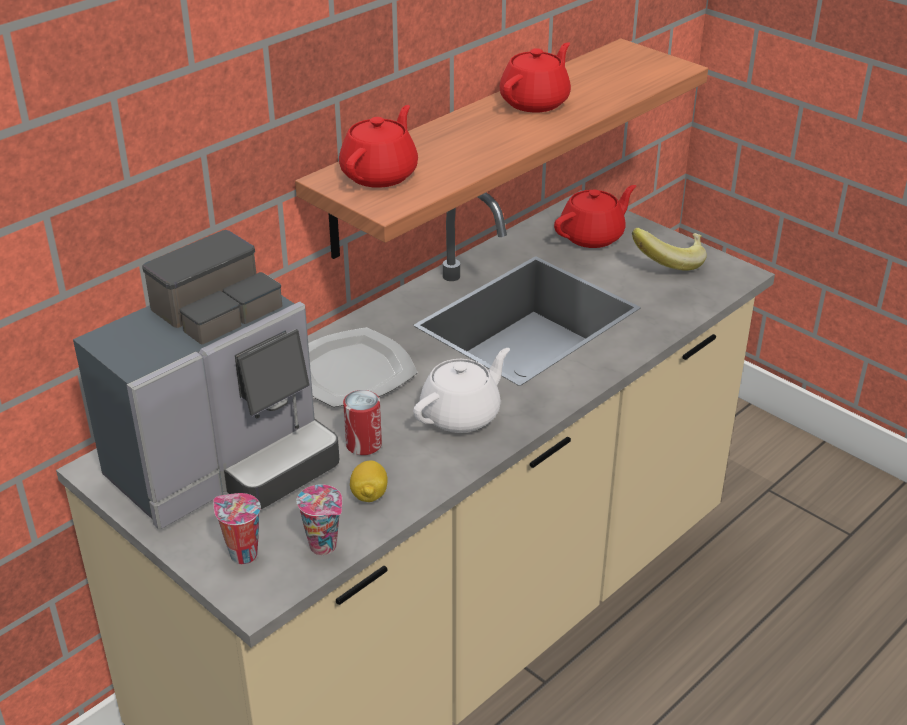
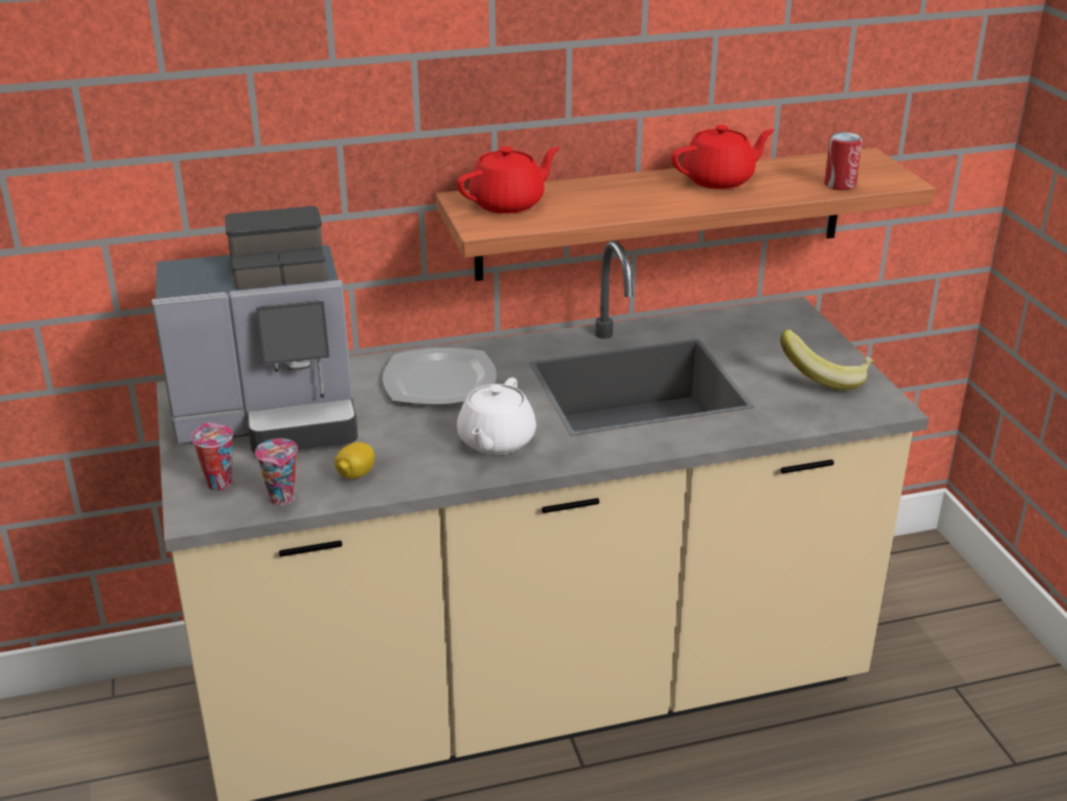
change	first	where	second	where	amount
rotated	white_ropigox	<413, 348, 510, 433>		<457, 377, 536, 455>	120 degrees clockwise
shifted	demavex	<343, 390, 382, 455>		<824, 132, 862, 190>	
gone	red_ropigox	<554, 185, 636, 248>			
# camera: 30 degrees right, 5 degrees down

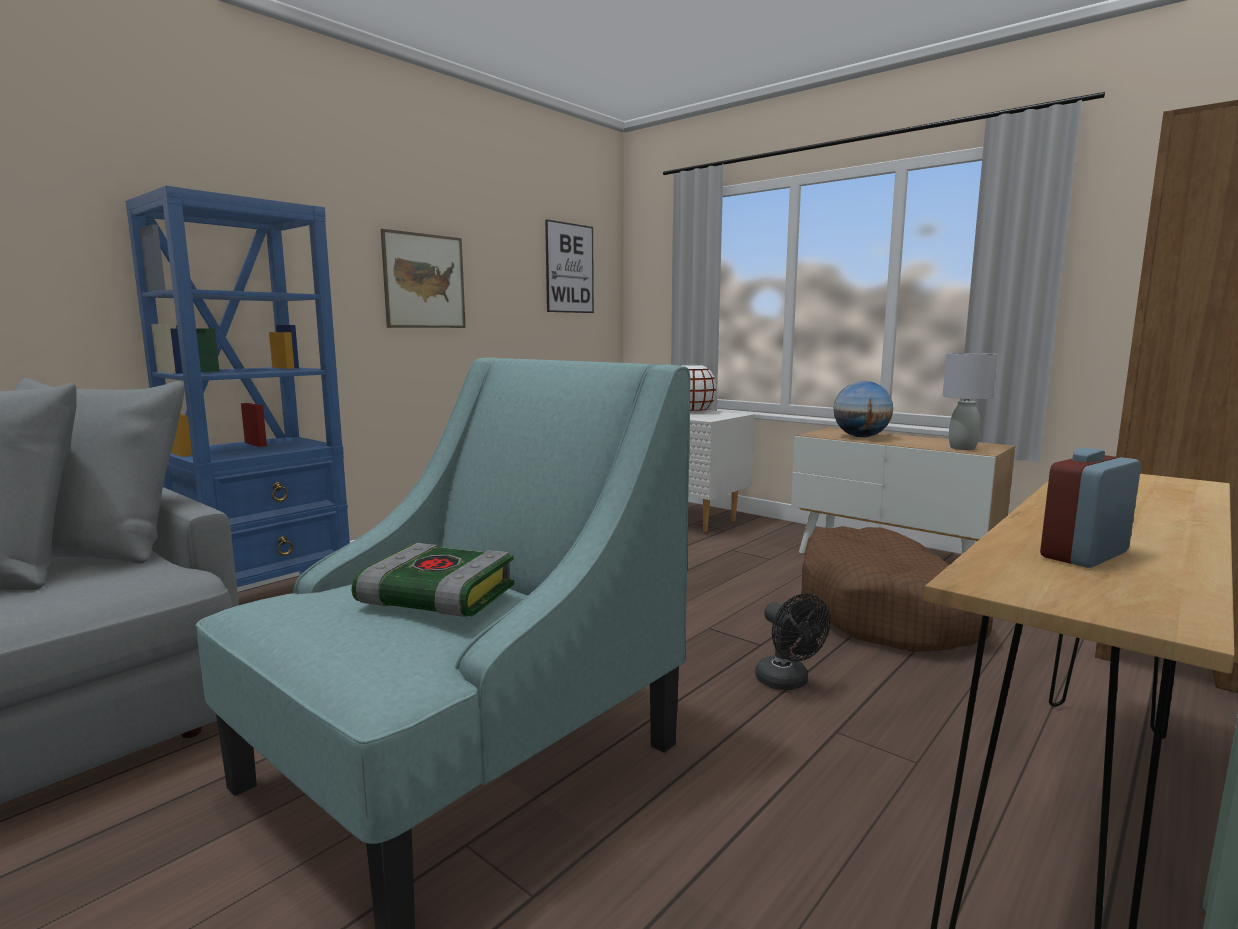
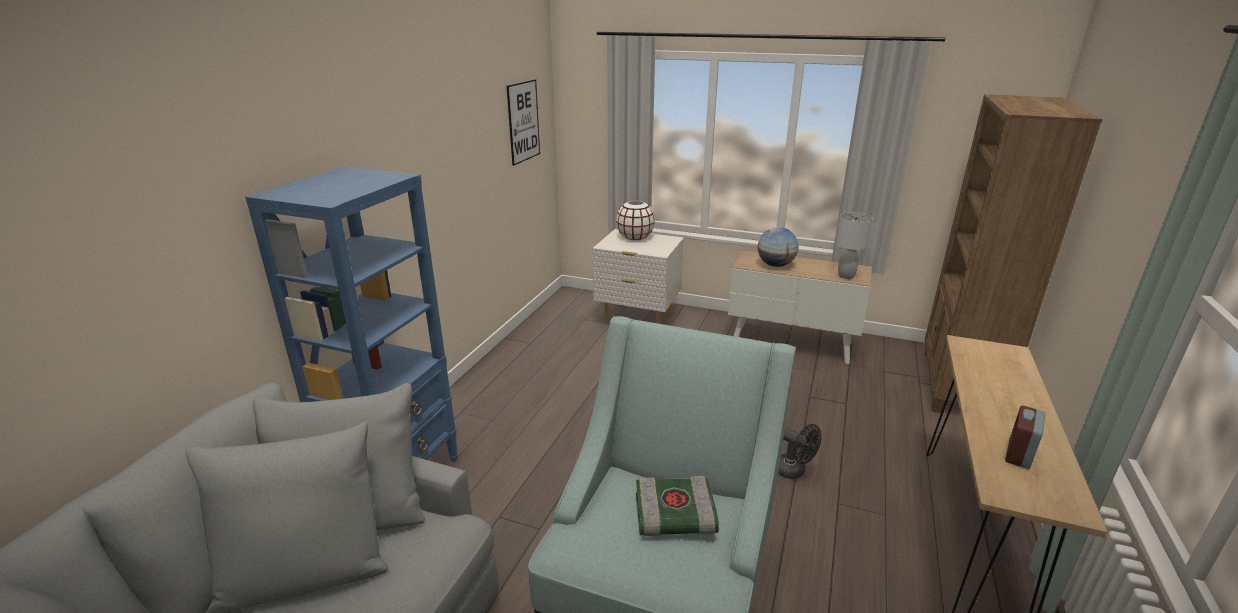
change	first	where	second	where	amount
gone	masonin	<381, 229, 466, 328>			
gone	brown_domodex	<801, 526, 993, 652>			
# camera: 20 degrees left, 15 degrees up

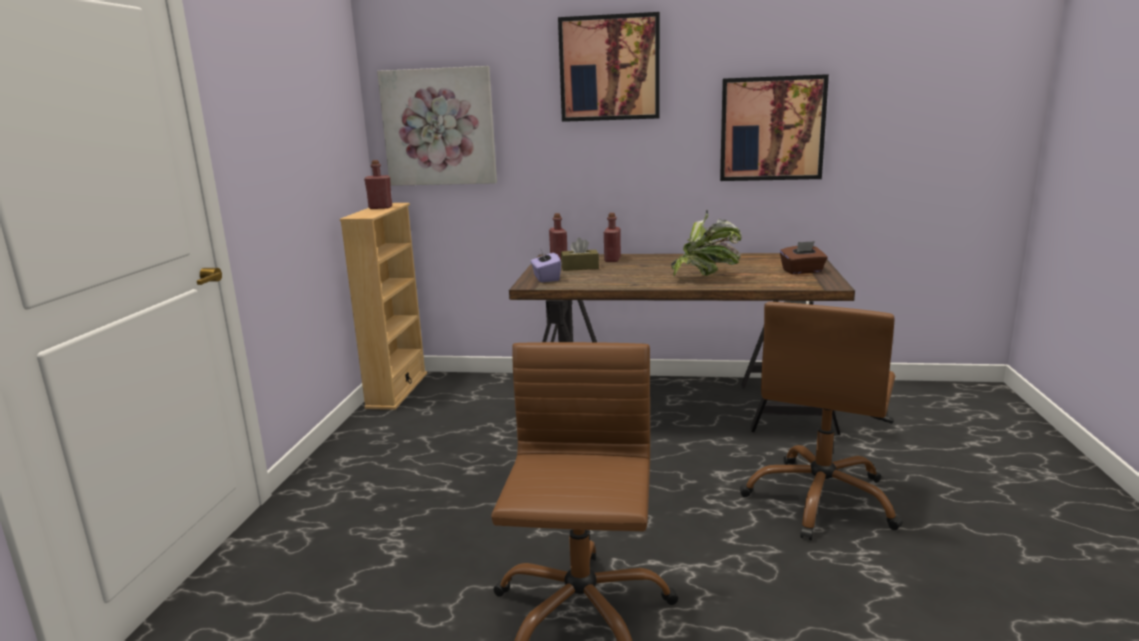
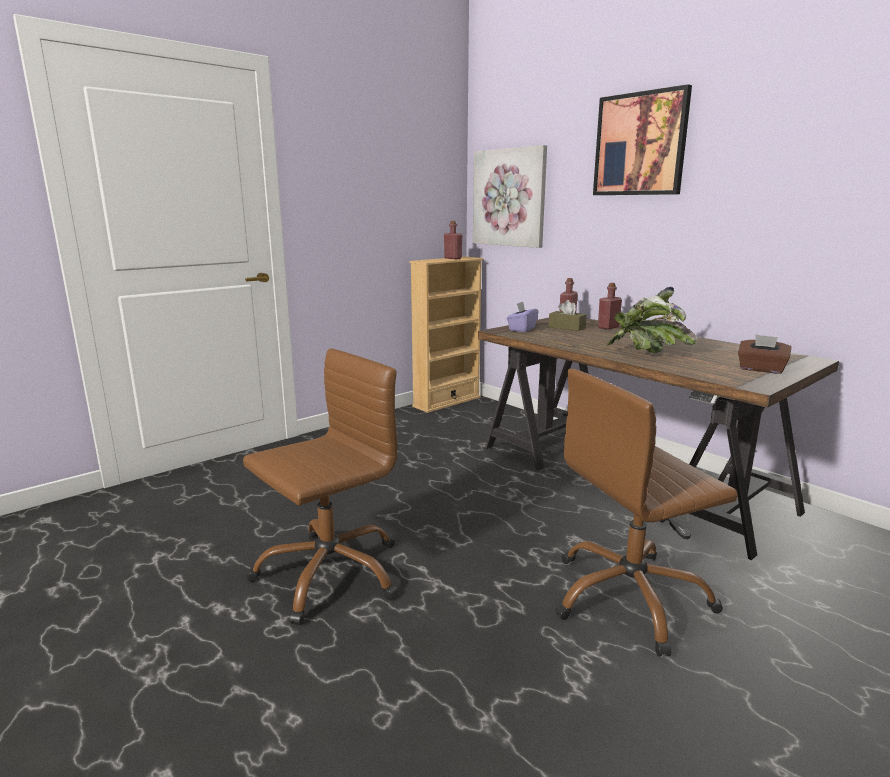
change	first	where	second	where	amount
gone	masonin	<720, 74, 829, 181>			
# camera: 40 degrees right, 0 degrees up

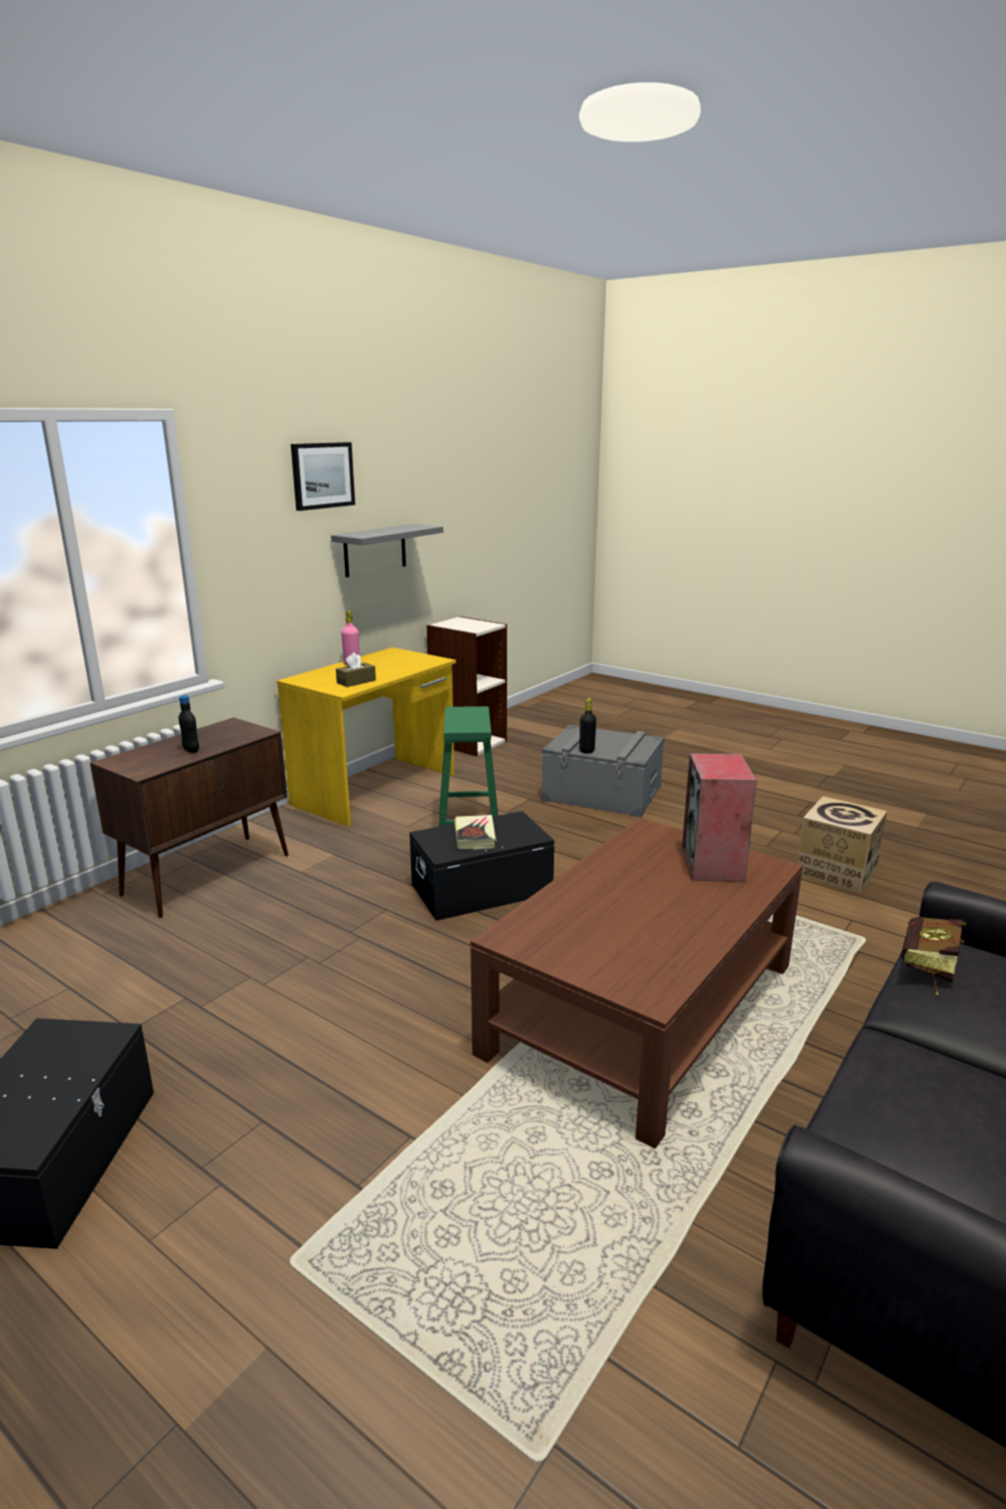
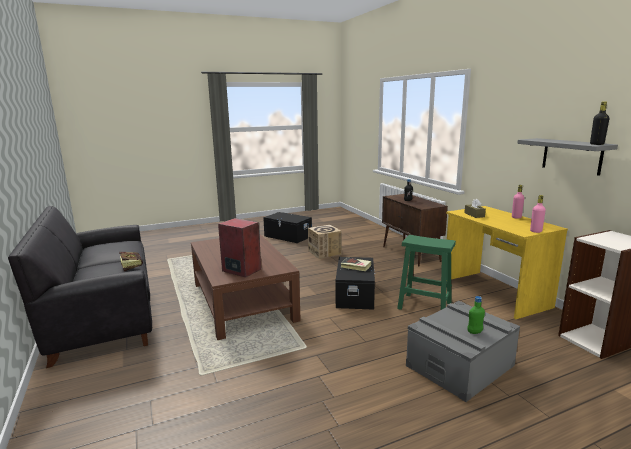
change	first	where	second	where	amount
shifted	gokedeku	<798, 796, 887, 893>		<308, 225, 341, 259>	
new			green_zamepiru	<467, 296, 485, 334>	
new			pink_zamepiru	<530, 195, 546, 233>	
shifted	black_zamepiru	<579, 699, 596, 753>		<590, 101, 610, 145>	
gone	masonin	<291, 442, 355, 511>			
# camera: 120 degrees right, 5 degrees down

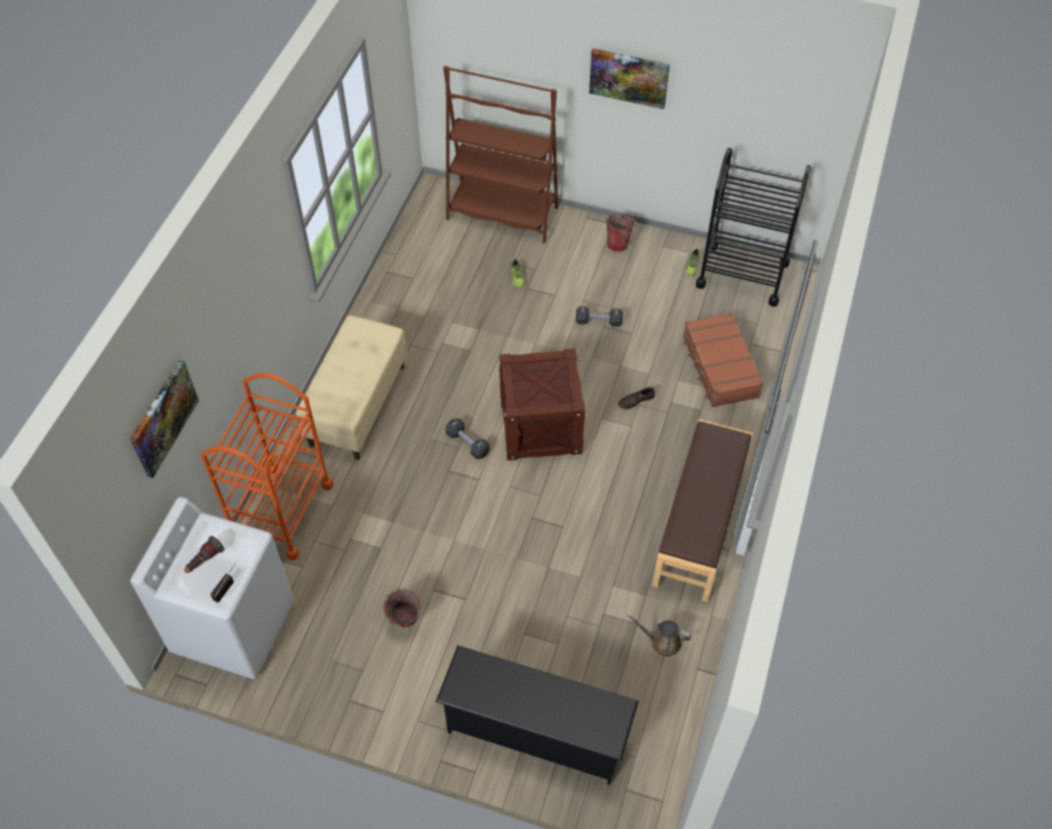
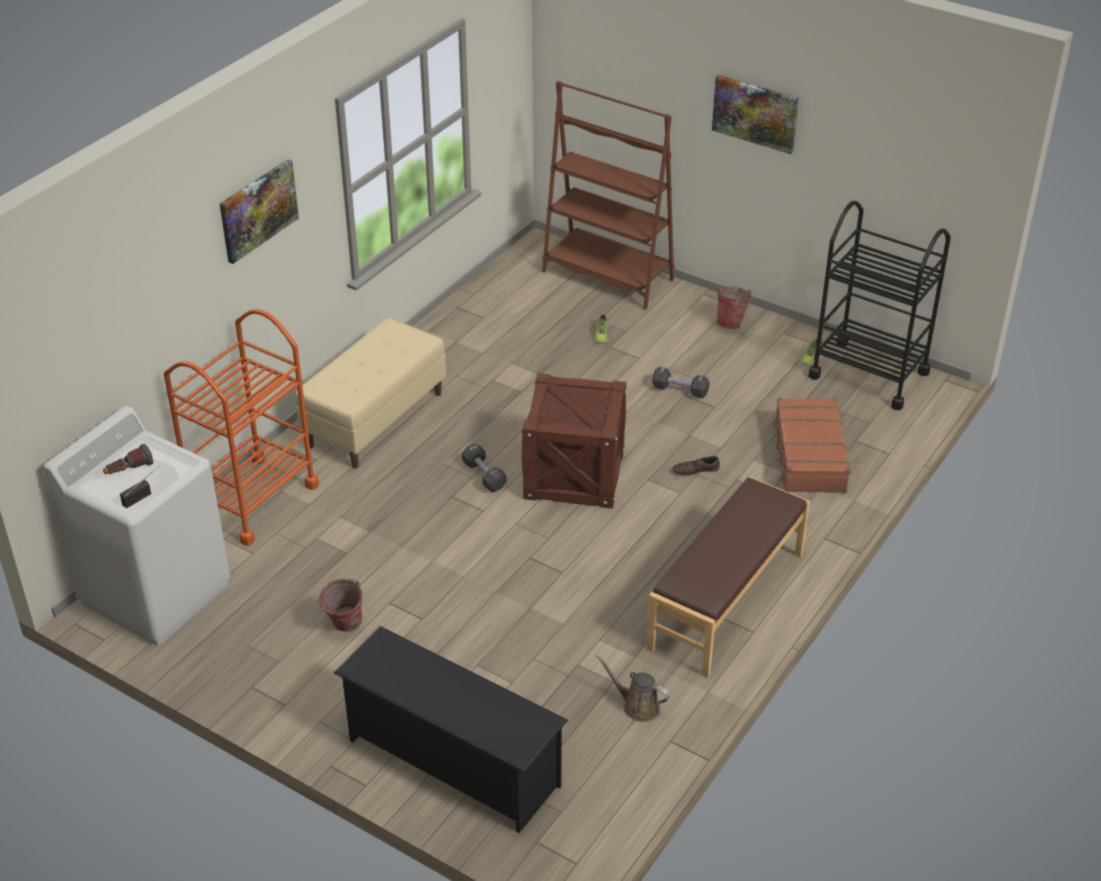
change	first	where	second	where	amount
shifted	masonin	<130, 360, 199, 478>		<220, 159, 299, 264>	
# camera: 15 degrees right, 15 degrees down

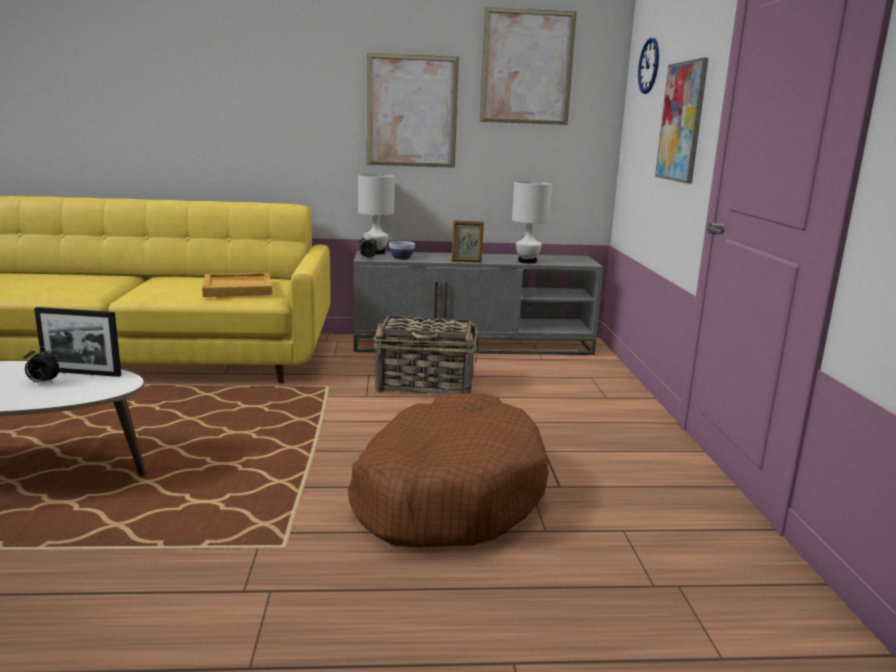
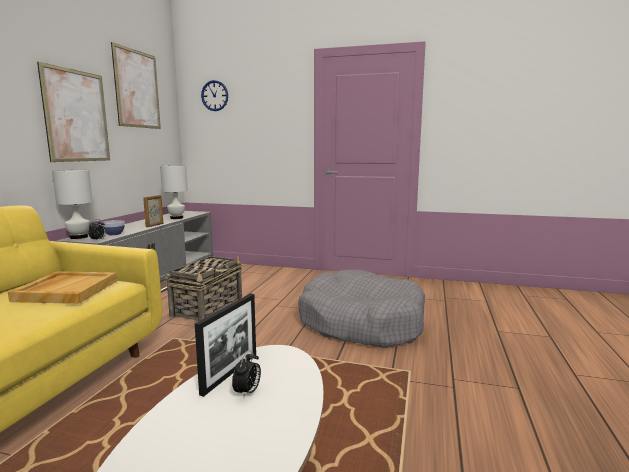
change	first	where	second	where	amount
repainted	brown_domodex	<348, 393, 549, 547>	grey_domodex	<298, 270, 425, 348>	
gone	masonin	<655, 58, 709, 184>			
# camera: 70 degrees left, 5 degrees down

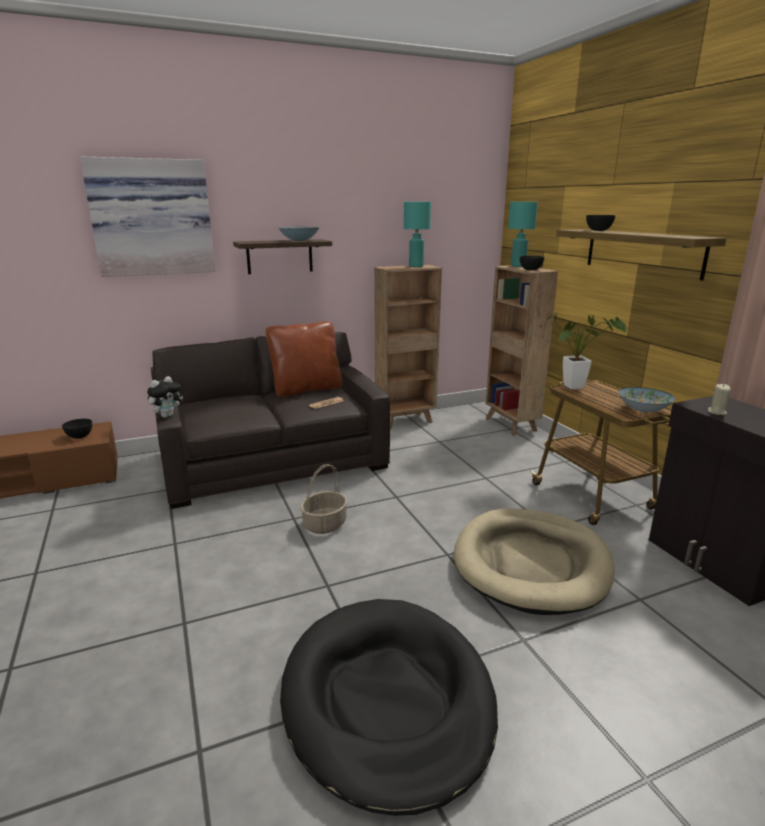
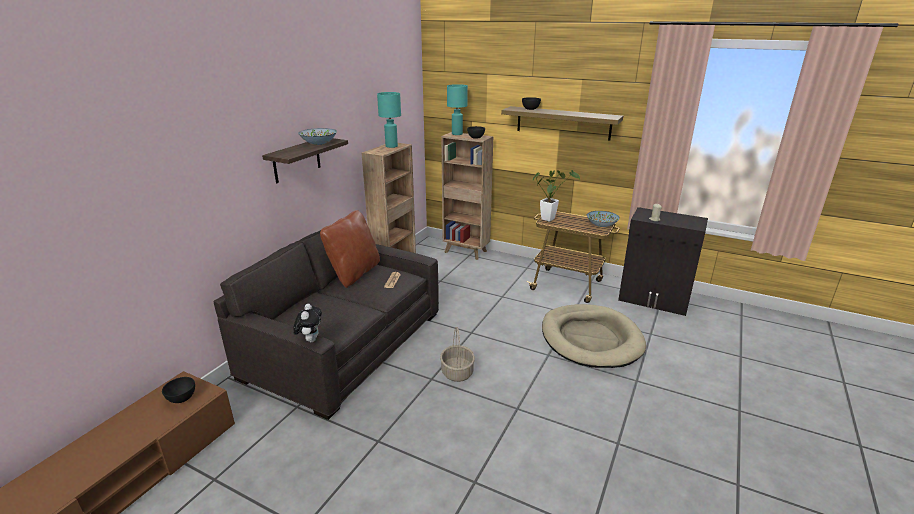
change	first	where	second	where	amount
gone	masonin	<80, 156, 215, 277>			
gone	black_domodex	<280, 599, 498, 816>			
# camera: 40 degrees left, 5 degrees up

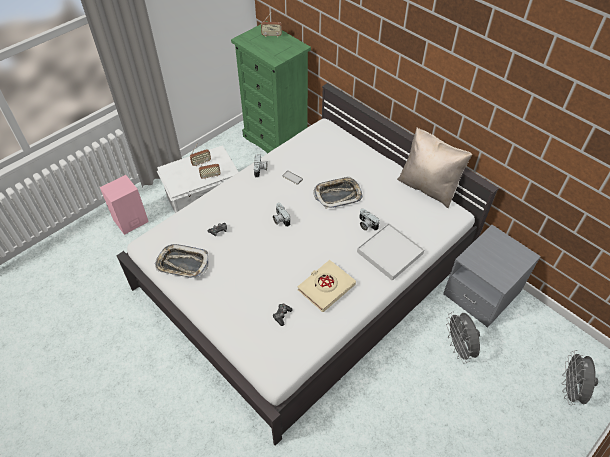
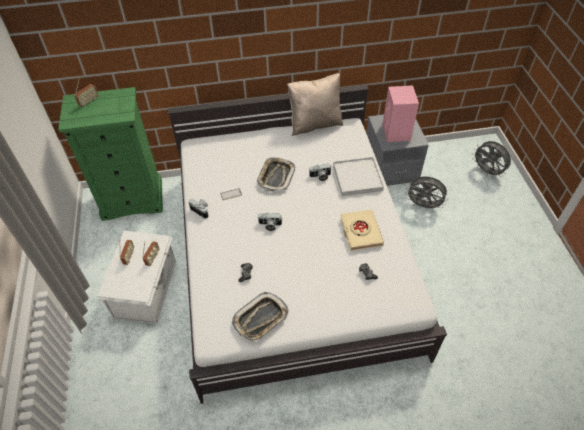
change	first	where	second	where	amount
shifted	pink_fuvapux	<100, 175, 149, 235>		<383, 85, 419, 142>	
# camera: 55 degrees left, 0 degrees up

